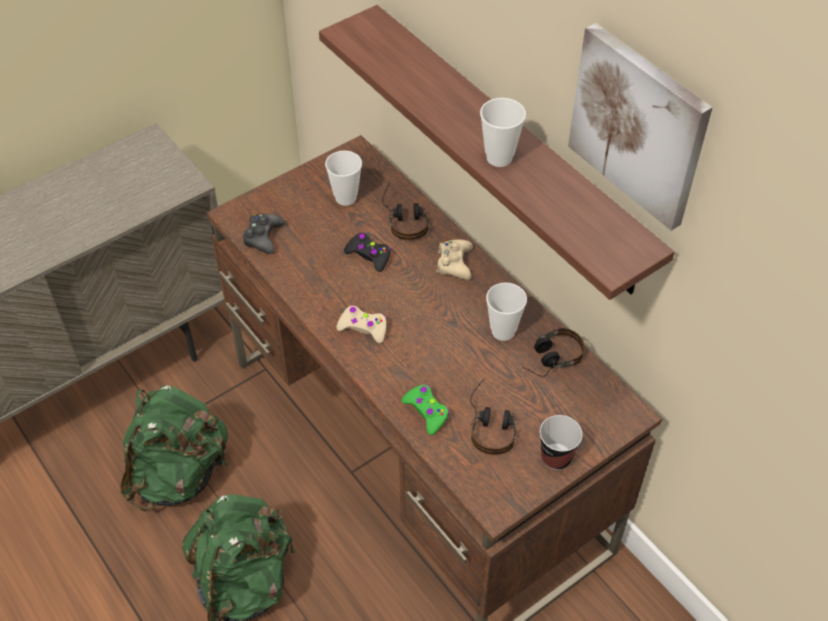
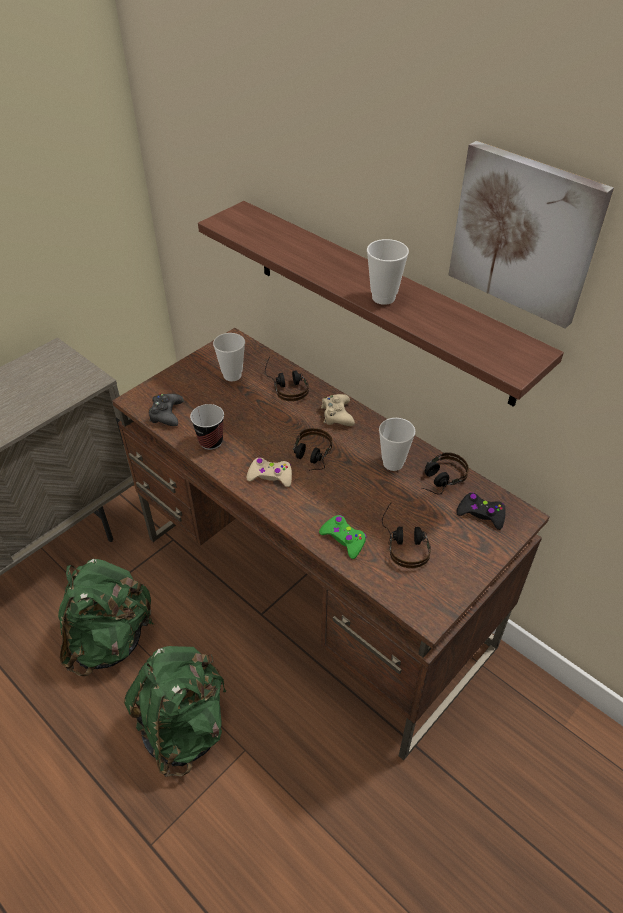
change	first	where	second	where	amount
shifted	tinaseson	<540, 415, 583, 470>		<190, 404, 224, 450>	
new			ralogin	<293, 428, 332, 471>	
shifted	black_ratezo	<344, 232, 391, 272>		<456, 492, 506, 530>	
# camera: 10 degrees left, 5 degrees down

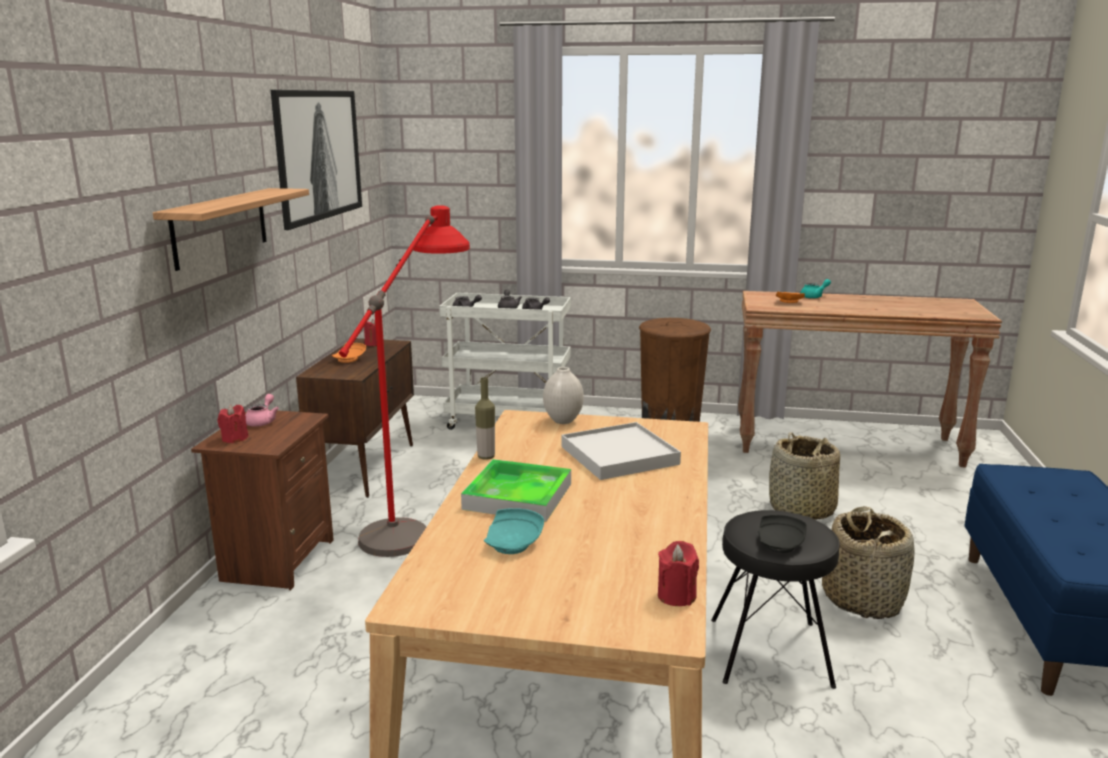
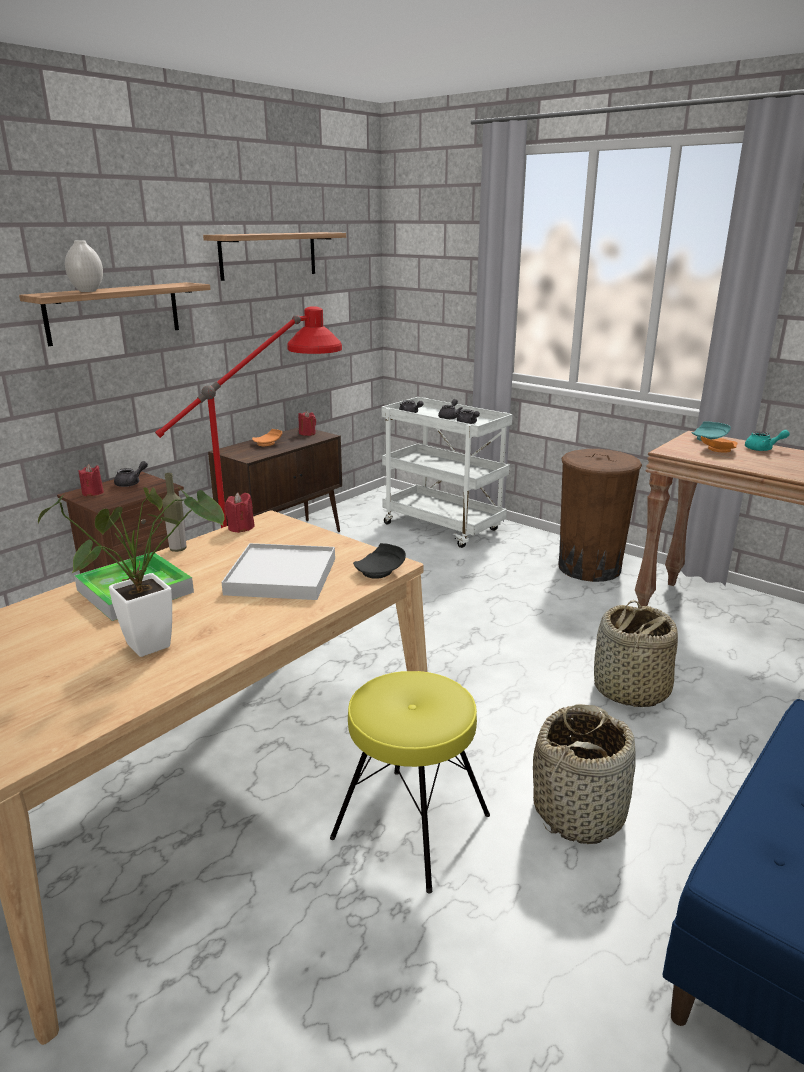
change	first	where	second	where	amount
new			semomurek	<38, 487, 225, 657>	
shifted	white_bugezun	<543, 367, 584, 424>		<65, 240, 103, 292>	
repainted	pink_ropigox	<245, 394, 279, 427>	grey_ropigox	<114, 461, 148, 487>	
swapped	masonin	<271, 90, 362, 230>	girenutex	<203, 232, 346, 281>	
shifted	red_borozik	<658, 541, 699, 606>		<224, 492, 255, 533>	
repainted	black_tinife	<711, 510, 840, 689>	yellow_tinife	<330, 671, 490, 893>	
shifted	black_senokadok	<759, 515, 807, 553>		<353, 543, 406, 579>	
shifted	turquoise_senokadok	<484, 508, 544, 554>		<692, 421, 731, 441>	
# camera: 30 degrees right, 5 degrees up

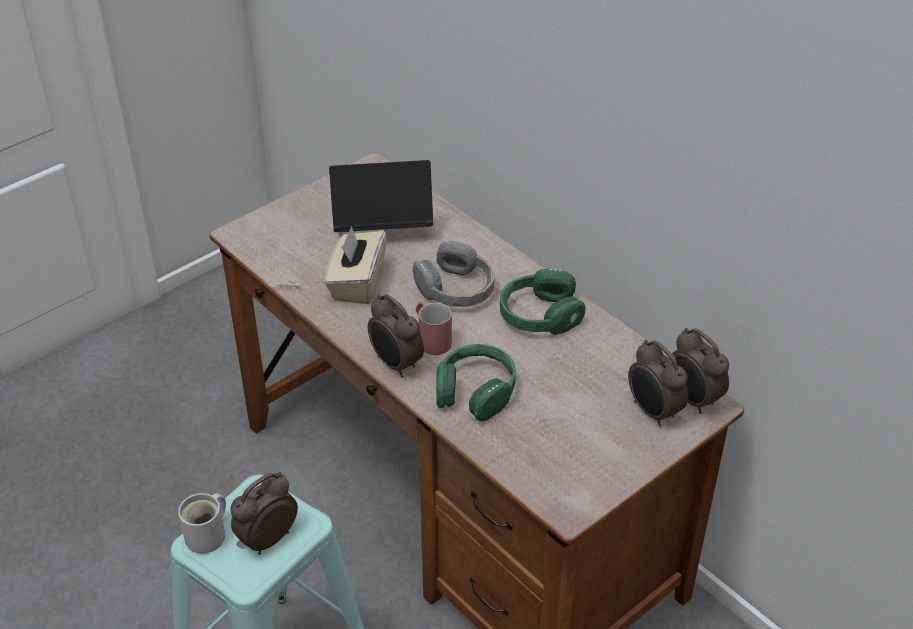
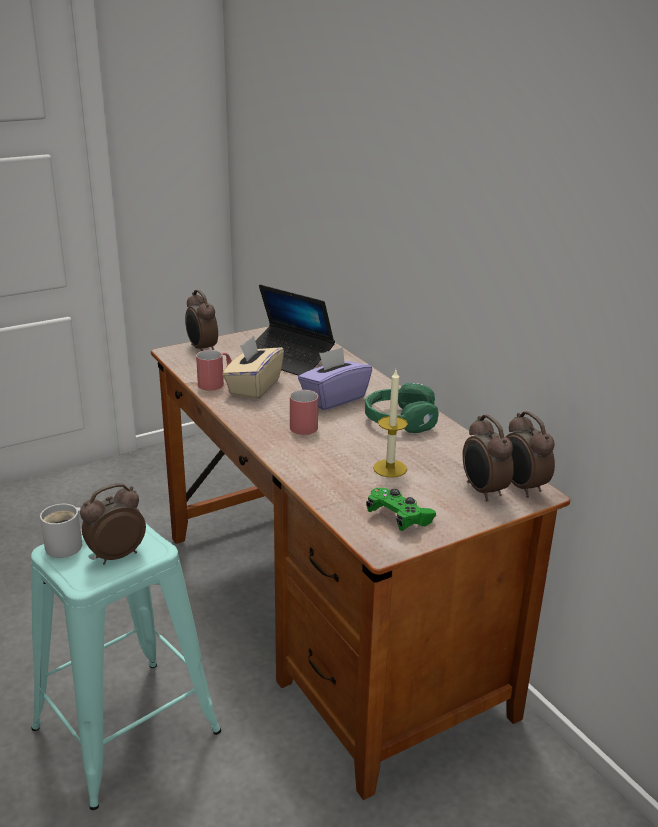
change	first	where	second	where	amount
shifted	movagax	<368, 294, 424, 377>		<185, 290, 218, 351>	
new			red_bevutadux	<196, 350, 232, 391>	
rotated	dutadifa	<329, 160, 433, 232>		<255, 285, 335, 376>	150 degrees counterclockwise
swapped	grey_ralogin	<413, 241, 494, 307>	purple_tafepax	<298, 347, 372, 410>	
new			green_ratezo	<366, 488, 436, 531>	
new			borozik	<373, 370, 408, 478>	
gone	green_ralogin	<436, 344, 516, 421>			
# camera: 10 degrees right, 15 degrees down

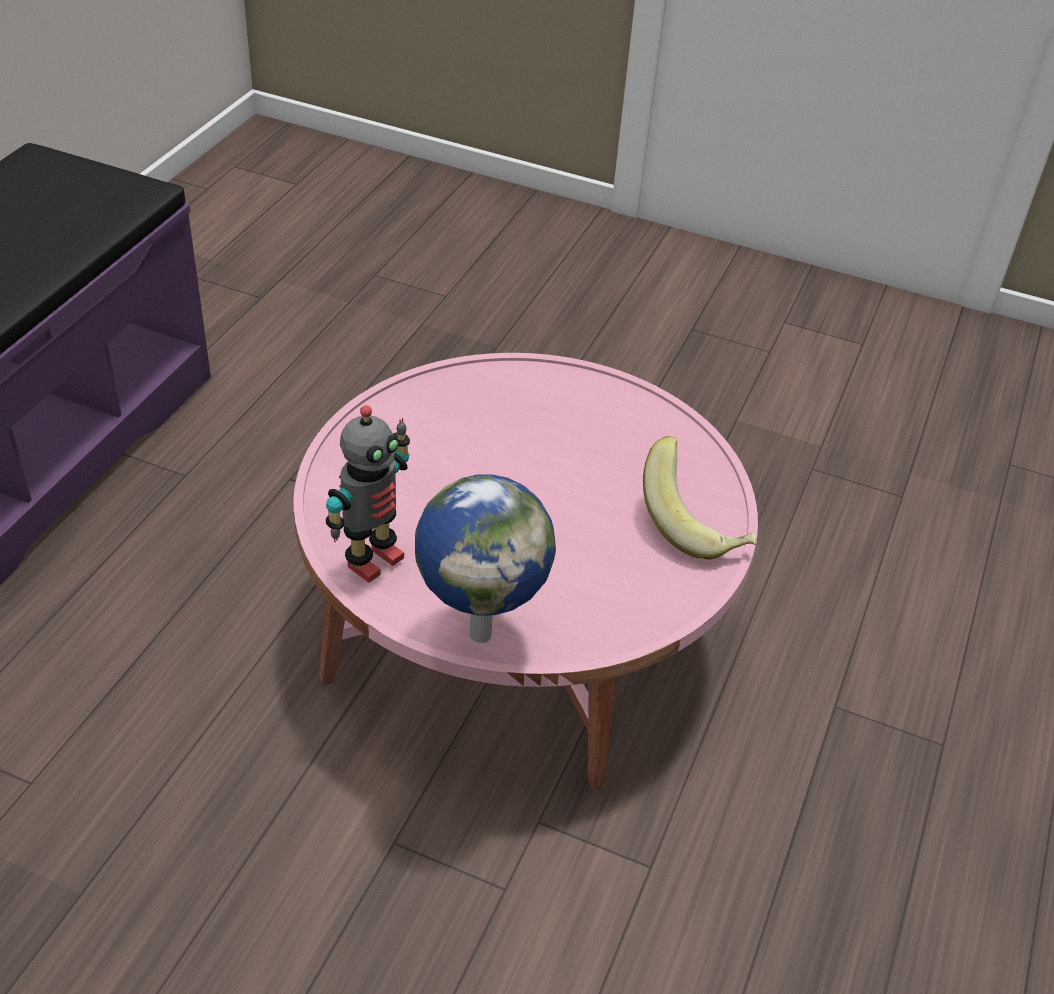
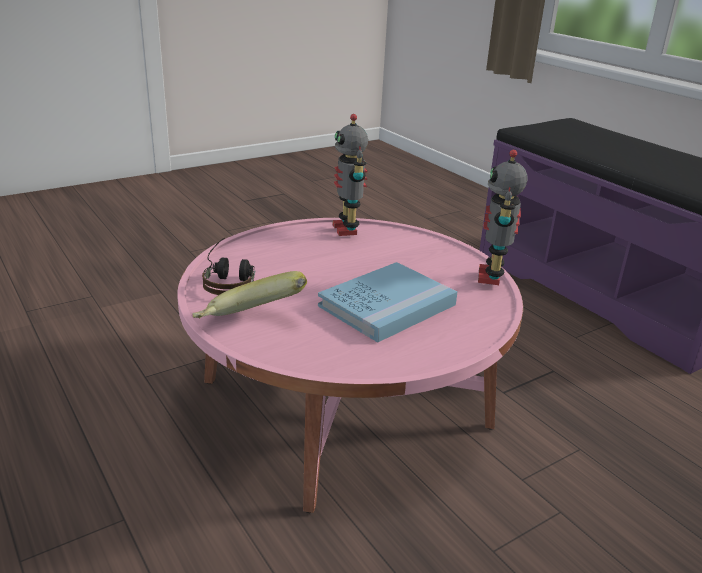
change	first	where	second	where	amount
new			ralogin	<202, 238, 255, 295>	
new			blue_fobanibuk	<318, 262, 457, 343>	
new			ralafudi	<478, 150, 528, 285>	
gone	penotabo	<415, 475, 556, 643>			
# camera: 125 degrees right, 15 degrees down

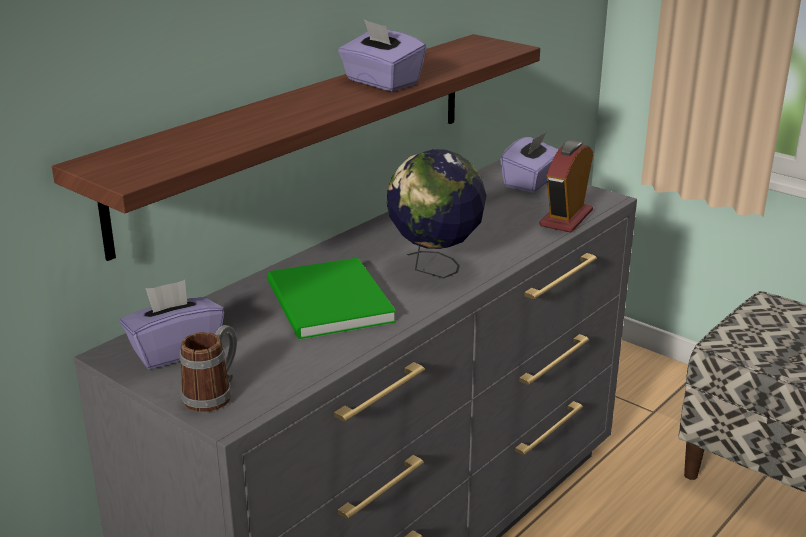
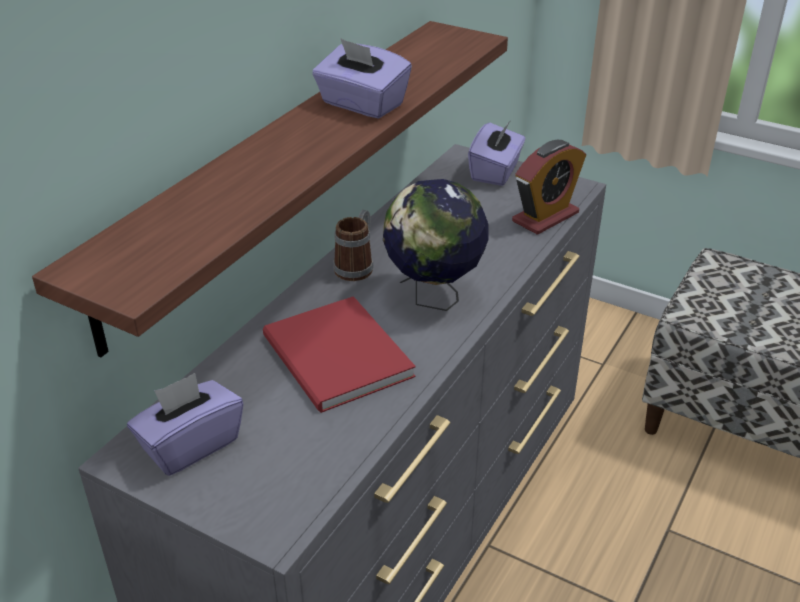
change	first	where	second	where	amount
repainted	green_fobanibuk	<267, 258, 396, 339>	red_fobanibuk	<263, 296, 416, 413>	
shifted	bevutadux	<180, 325, 237, 412>		<333, 210, 374, 281>	
rotated	movagax	<540, 140, 593, 233>		<512, 140, 586, 235>	150 degrees counterclockwise
# camera: 10 degrees left, 10 degrees up

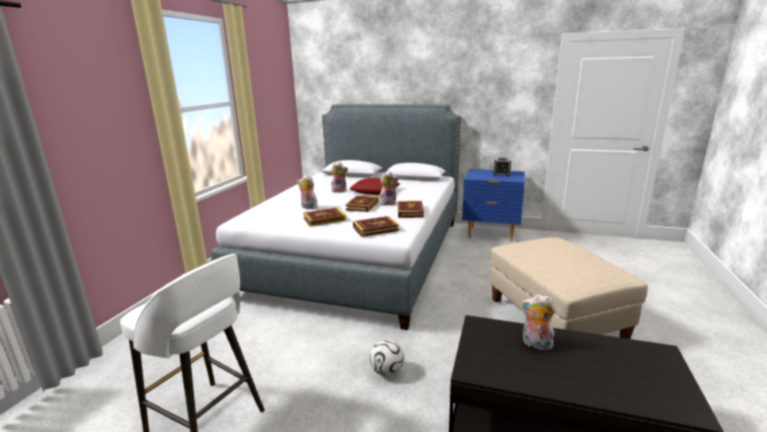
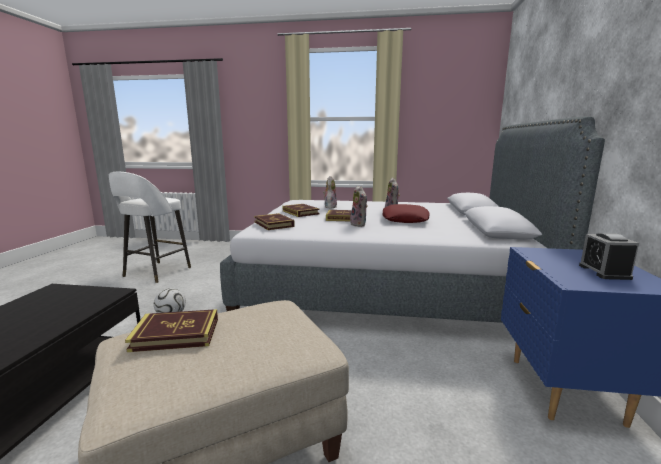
change	first	where	second	where	amount
shifted	fobanibuk	<398, 201, 424, 218>		<125, 309, 218, 352>	
gone	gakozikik	<521, 294, 556, 350>			
# camera: 80 degrees right, 5 degrees down

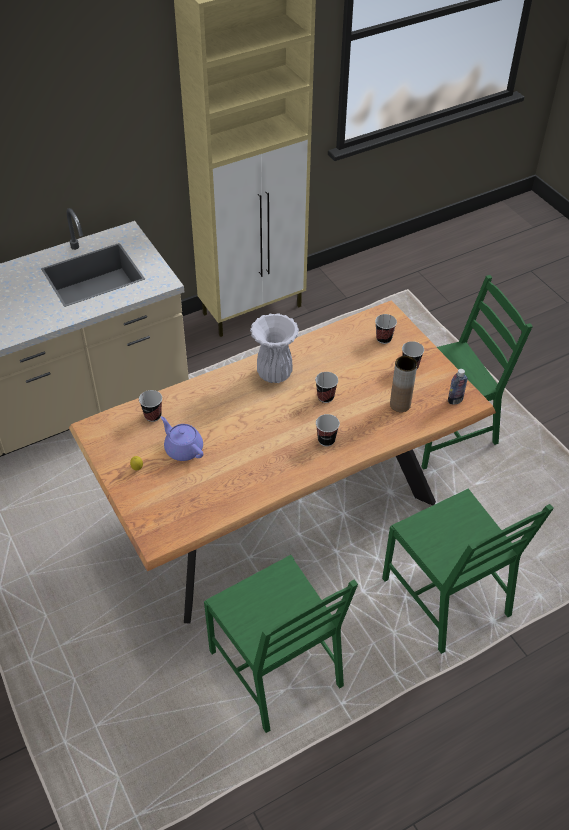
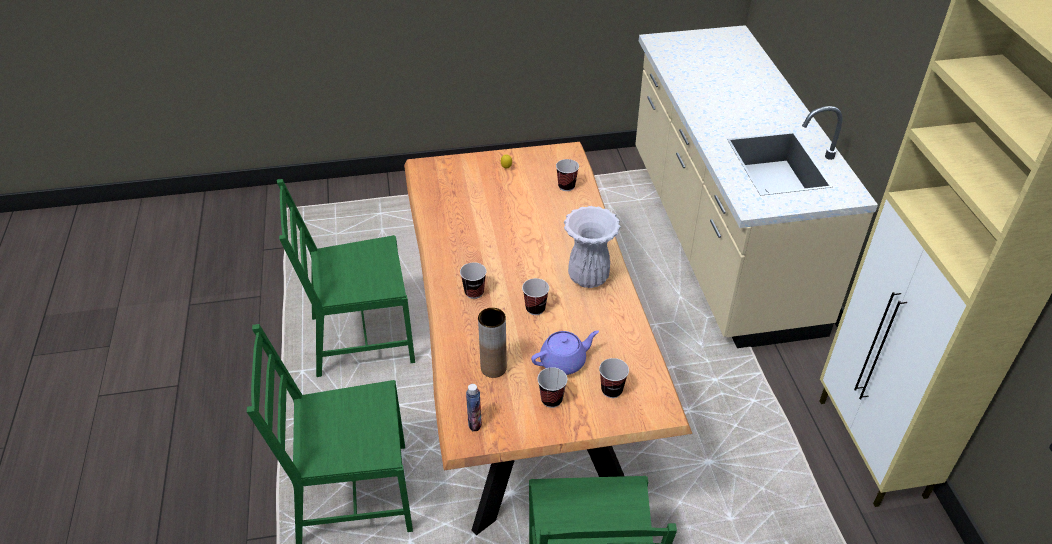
change	first	where	second	where	amount
shifted	purple_ropigox	<161, 416, 203, 461>		<531, 330, 599, 375>	
# camera: 110 degrees right, 5 degrees down

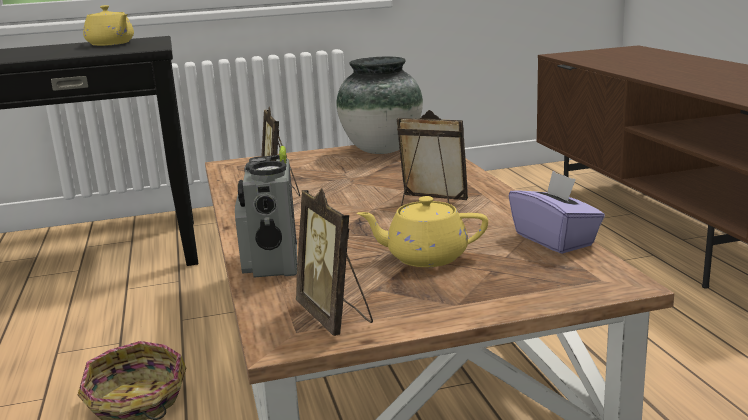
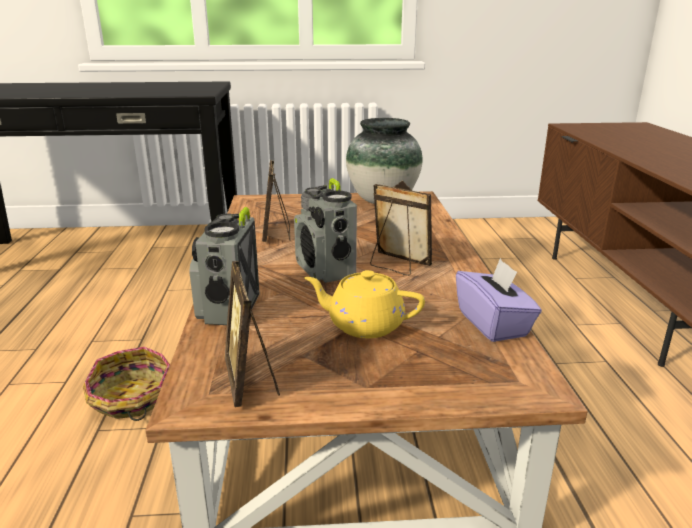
change	first	where	second	where	amount
new			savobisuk	<294, 178, 357, 283>	
gone	yellow_ropigox	<83, 5, 134, 46>			
# camera: 10 degrees right, 5 degrees up

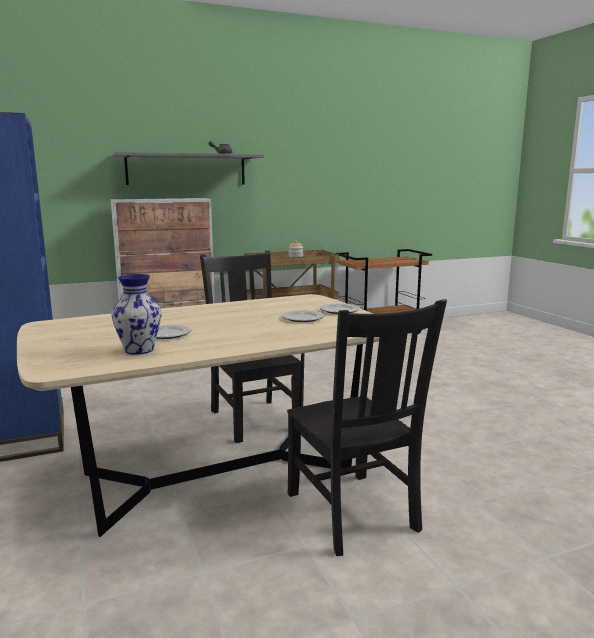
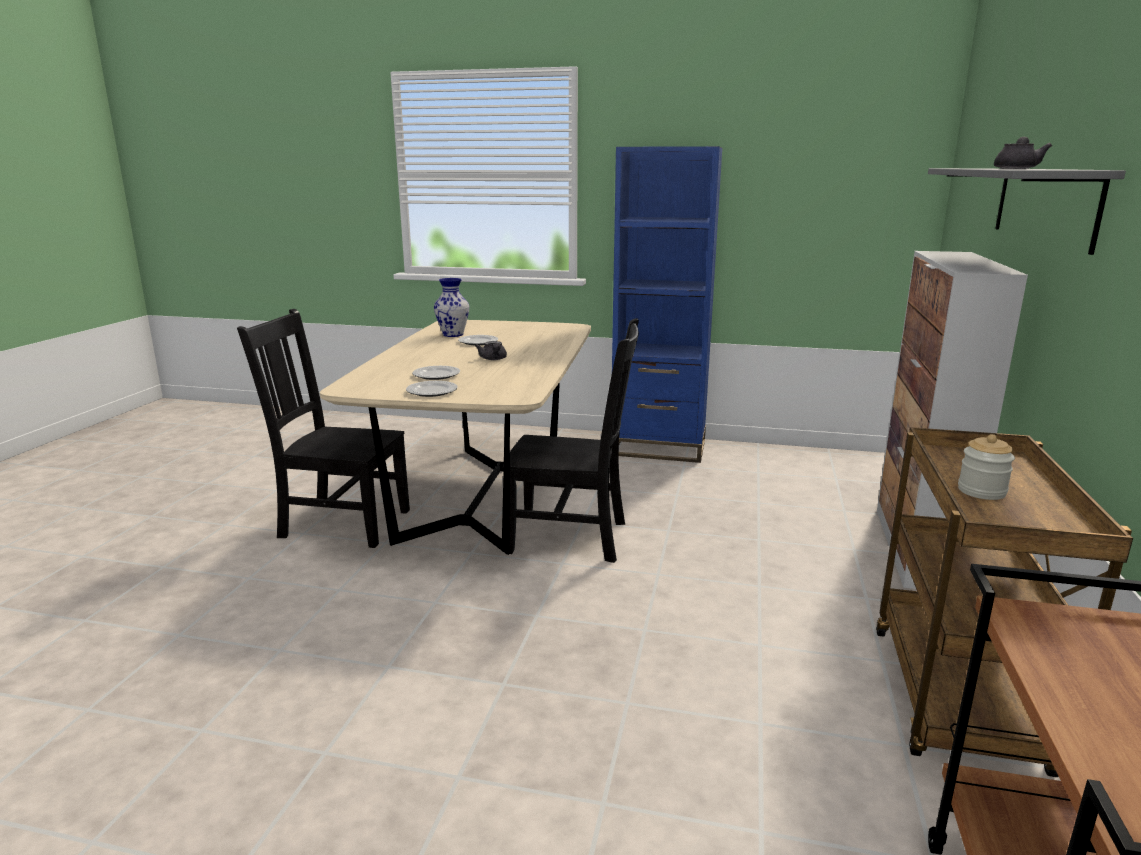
change	first	where	second	where	amount
new			grey_ropigox	<475, 341, 507, 360>	
# camera: 125 degrees right, 5 degrees up

